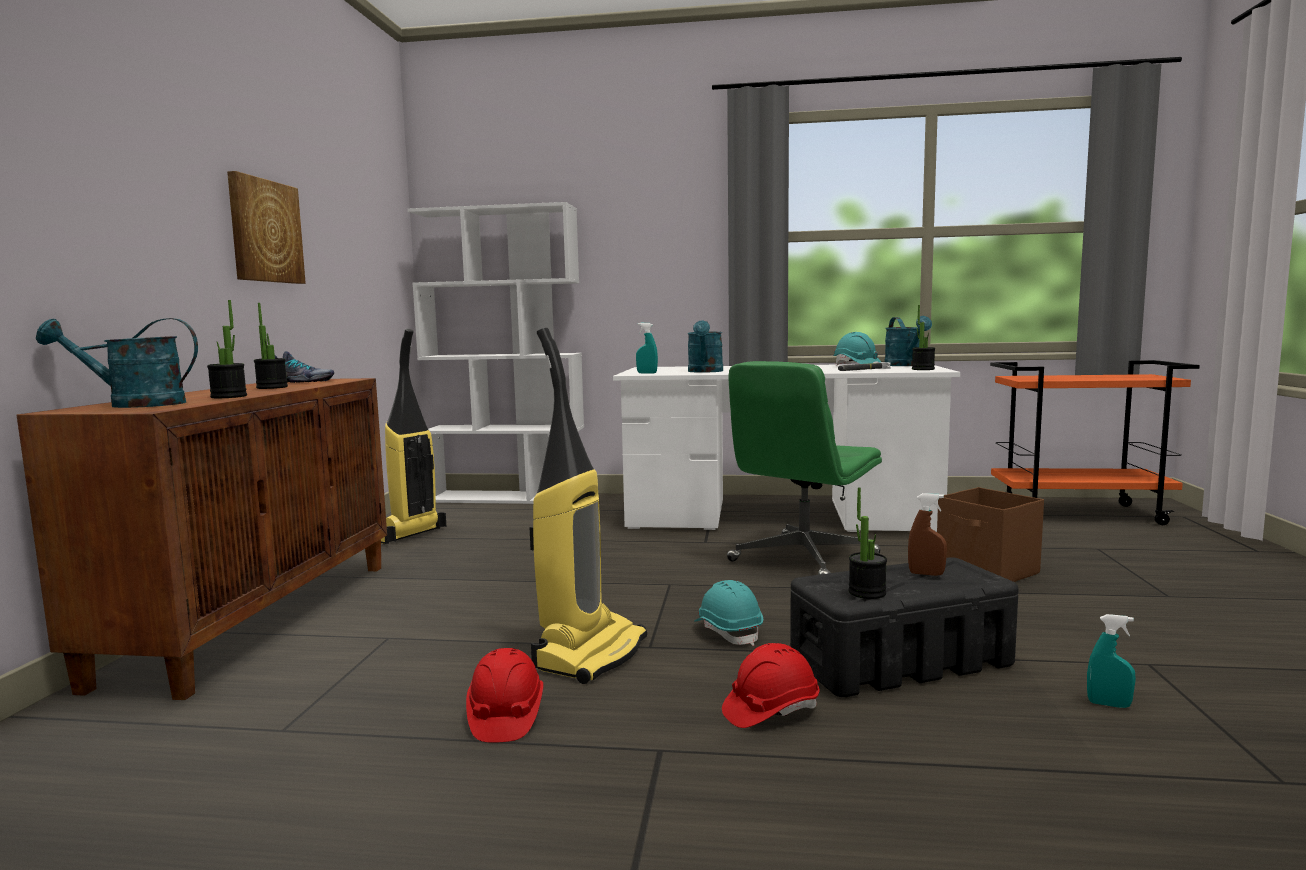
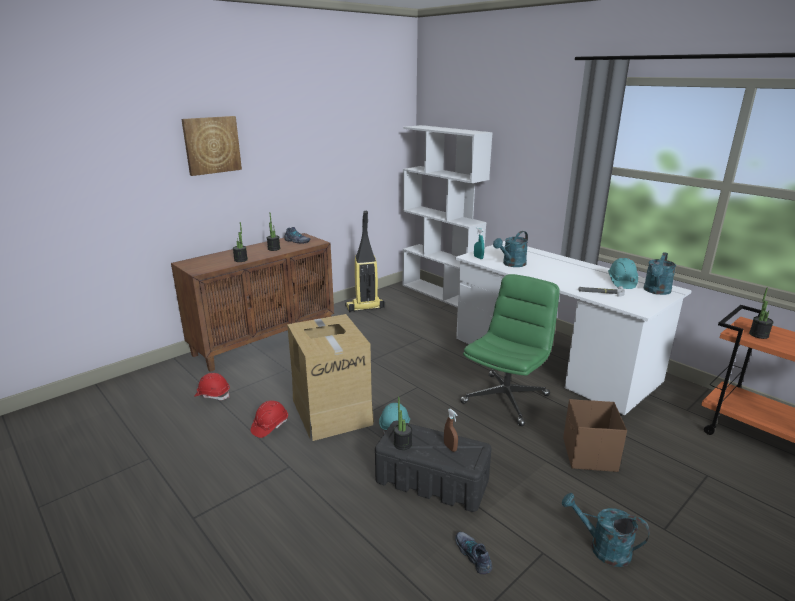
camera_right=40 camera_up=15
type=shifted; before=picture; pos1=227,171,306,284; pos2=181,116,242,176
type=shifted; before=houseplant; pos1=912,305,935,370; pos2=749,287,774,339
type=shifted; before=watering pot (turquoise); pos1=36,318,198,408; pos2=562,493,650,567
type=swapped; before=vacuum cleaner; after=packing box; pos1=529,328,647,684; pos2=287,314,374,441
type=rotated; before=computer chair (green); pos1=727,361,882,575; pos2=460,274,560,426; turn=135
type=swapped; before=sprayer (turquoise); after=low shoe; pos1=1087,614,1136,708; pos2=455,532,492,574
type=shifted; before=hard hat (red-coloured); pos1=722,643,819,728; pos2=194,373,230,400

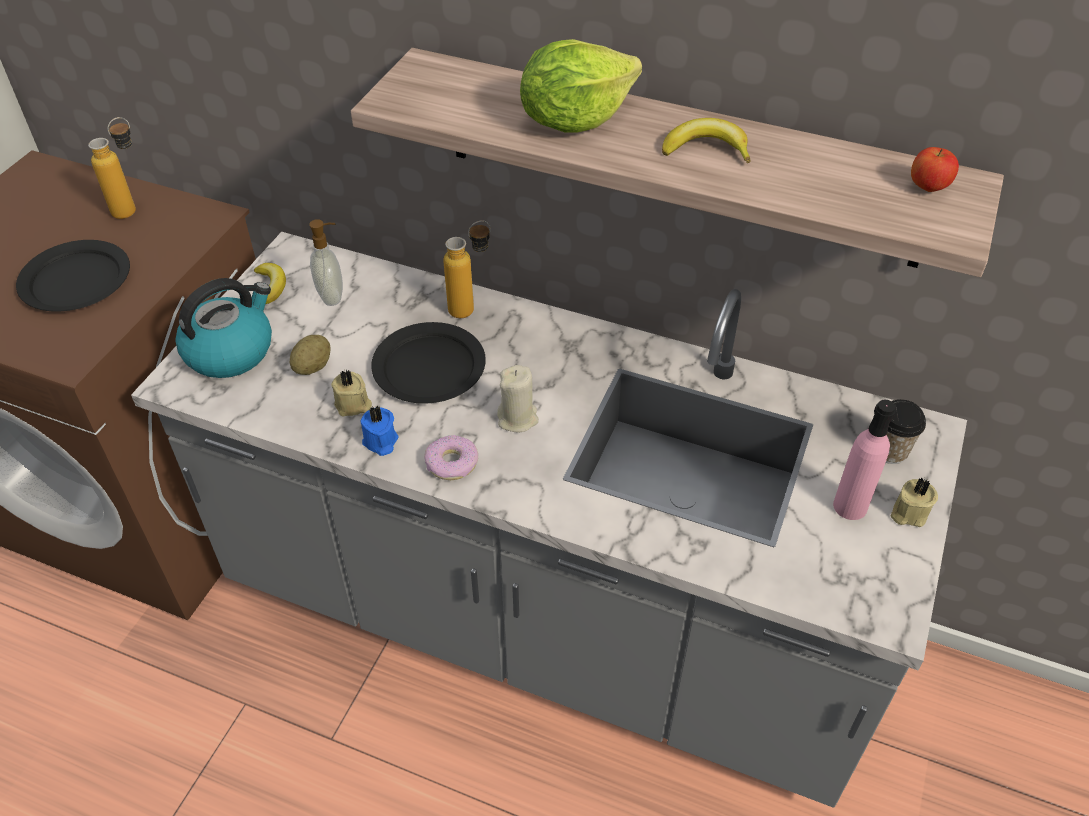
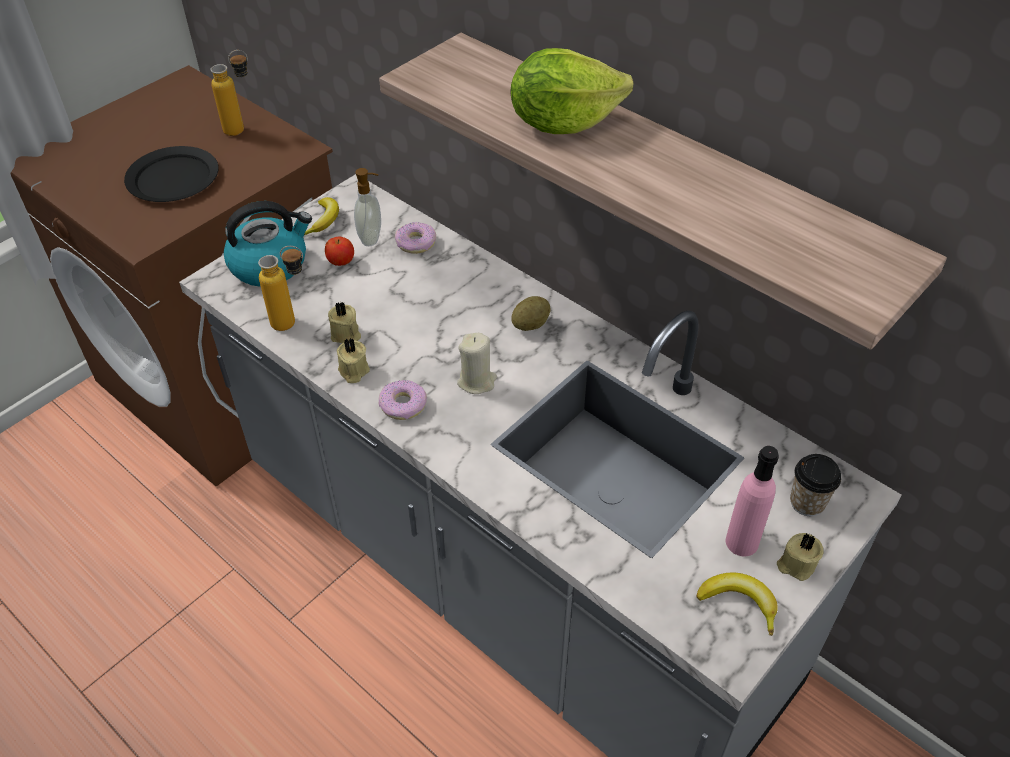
camera_right=20 camera_up=0
type=shifted; before=banana fruit; pos1=662,118,751,163; pos2=696,573,778,636
type=shifted; before=whole apple; pos1=911,147,959,192; pos2=325,236,354,266
type=shifted; before=beverage bottle; pos1=443,220,491,318; pos2=258,246,303,331
type=gone; before=plate (black-coloured); pos1=371,322,486,404
type=shifted; before=whole potato; pos1=290,335,331,375; pos2=511,296,550,331
type=repainted; before=wax candle (blue); after=wax candle (beige); pos1=360,406,399,456; pos2=337,338,370,383
type=new; after=ring doughnut; pos2=395,222,436,254

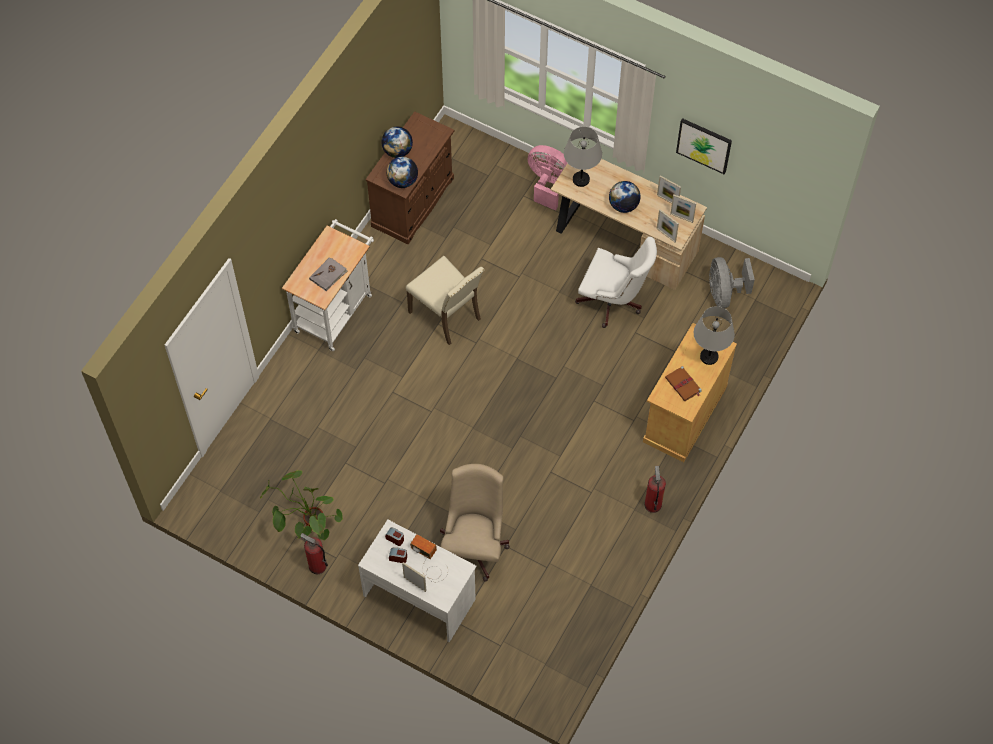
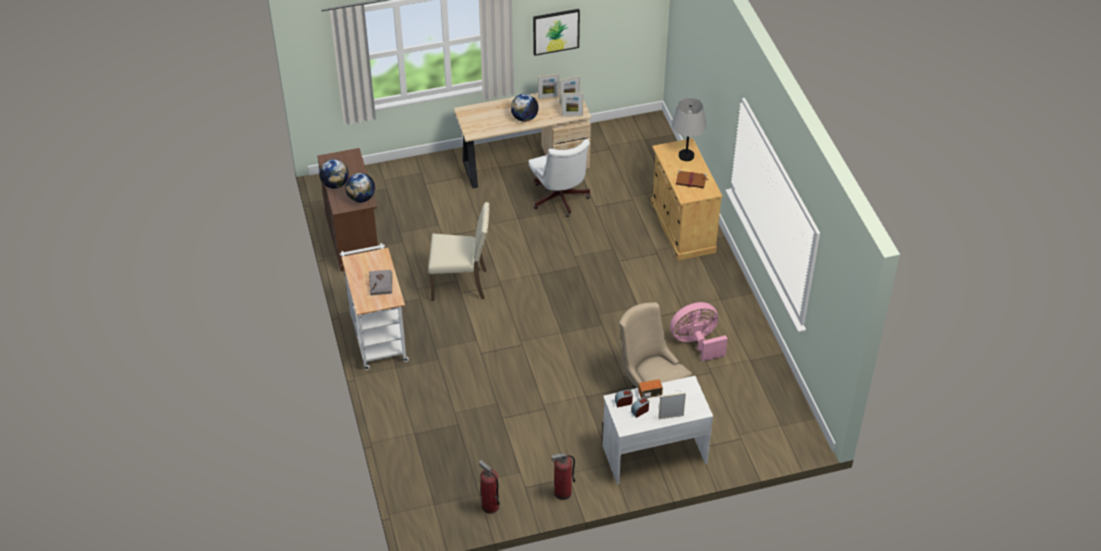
camera_right=-45 camera_up=-15
type=gone; before=lamp for a table (gray); pos1=564,127,602,187
type=shifted; before=electric fan (pink-coloured); pos1=528,145,567,211; pos2=670,302,728,362
type=rotated; before=computer chair (white-coloured); pos1=575,237,657,328; pos2=529,139,590,217; turn=90
type=gone; before=electric fan (gray); pos1=709,257,755,308
type=shifted; before=fire extinguisher; pos1=644,466,666,513; pos2=479,460,500,514
type=gone; before=houseplant; pos1=260,470,343,541

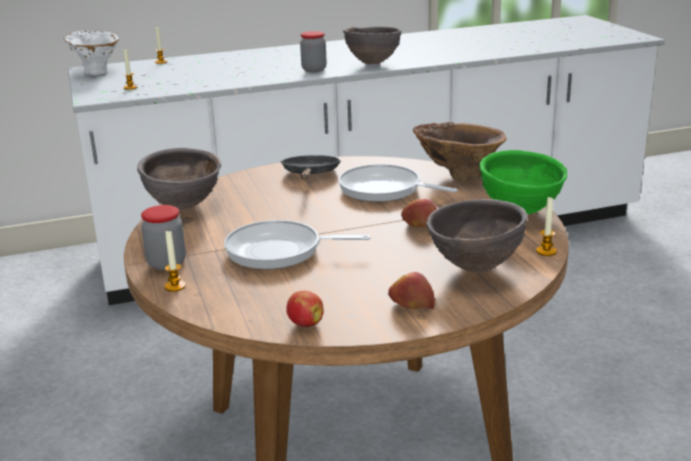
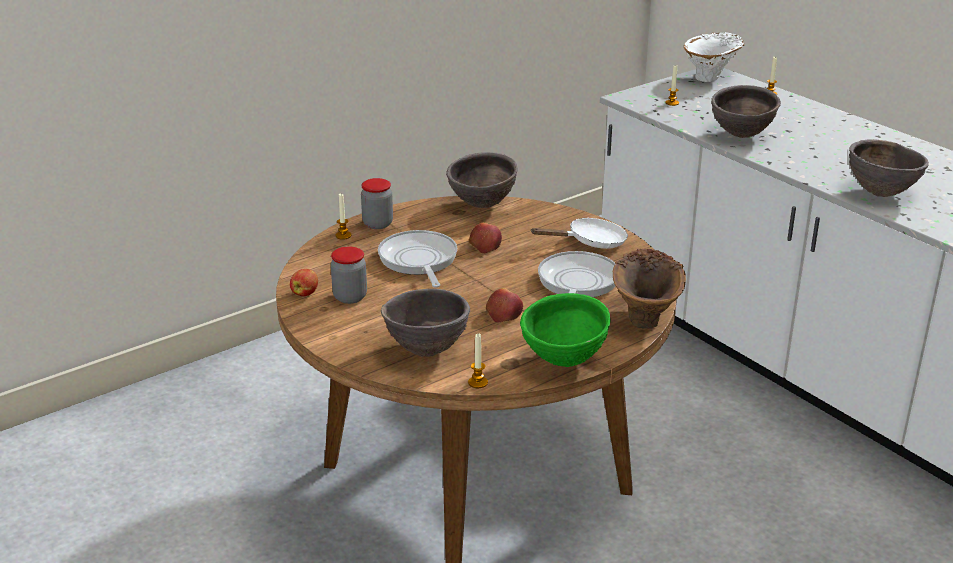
camera_right=70 camera_up=5
type=shifted; before=jar; pos1=300,31,327,72; pos2=331,247,367,304
type=repainted; before=skillet (black-coloured); after=skillet (white-coloured); pos1=281,155,341,180; pos2=530,217,628,249
type=shifted; before=whole apple; pos1=388,272,435,309; pos2=469,222,502,253
type=new; after=deep dish (brown-coloured); pos2=711,85,781,138

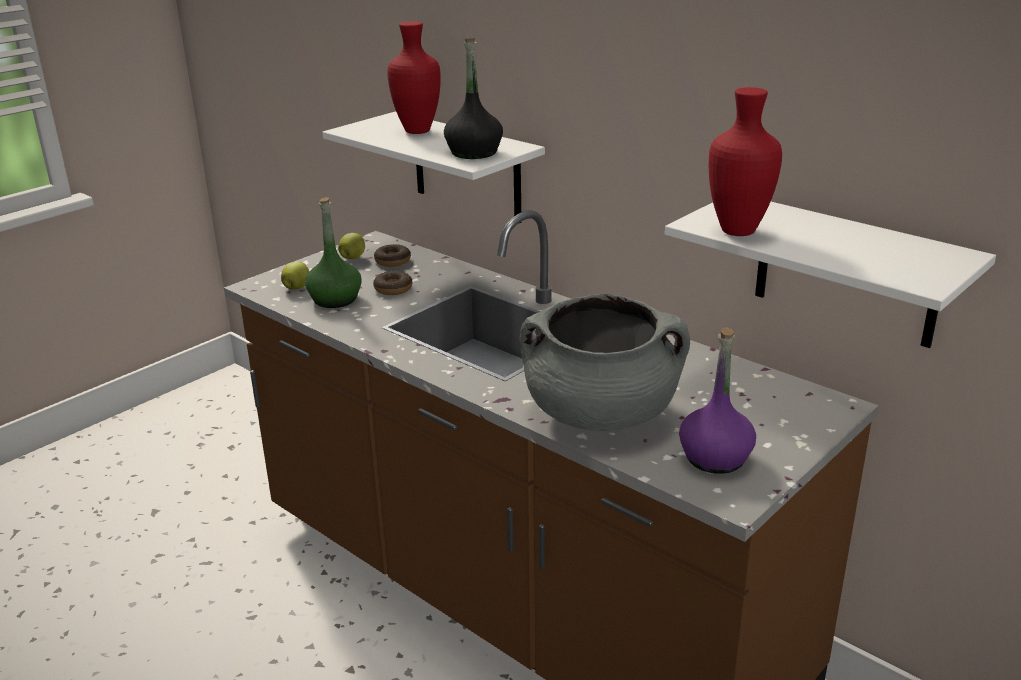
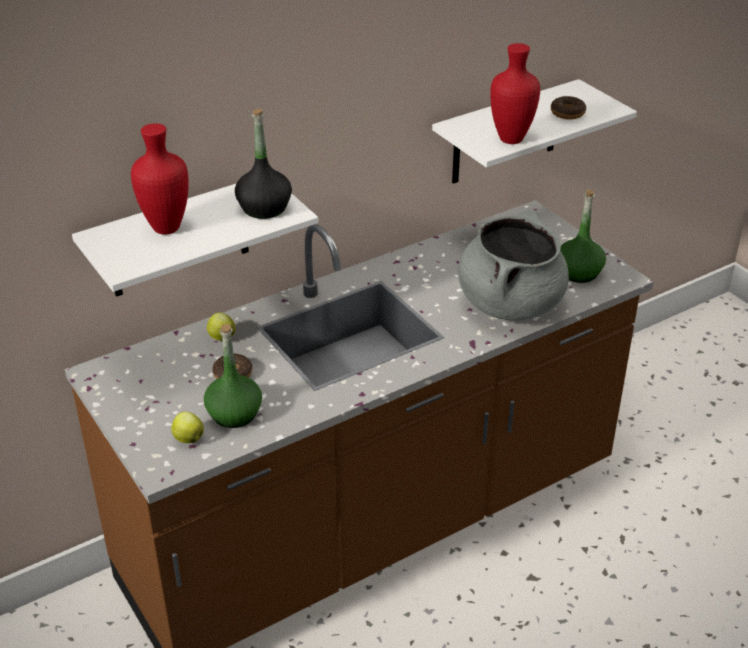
camera_right=-75 camera_up=10
type=shifted; before=whole apple; pos1=338,233,365,259; pos2=207,312,236,341
type=shifted; before=ring doughnut; pos1=374,244,411,267; pos2=551,96,586,120
type=repainted; before=beverage bottle (purple-coloured); after=beverage bottle (green); pos1=679,328,756,474; pos2=560,190,606,283

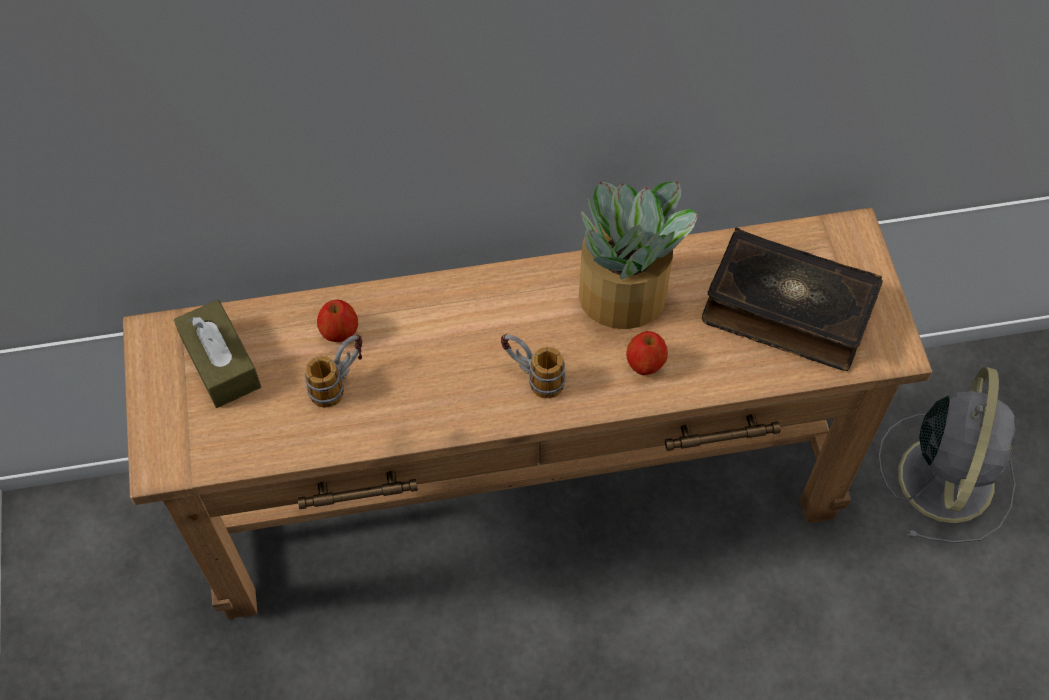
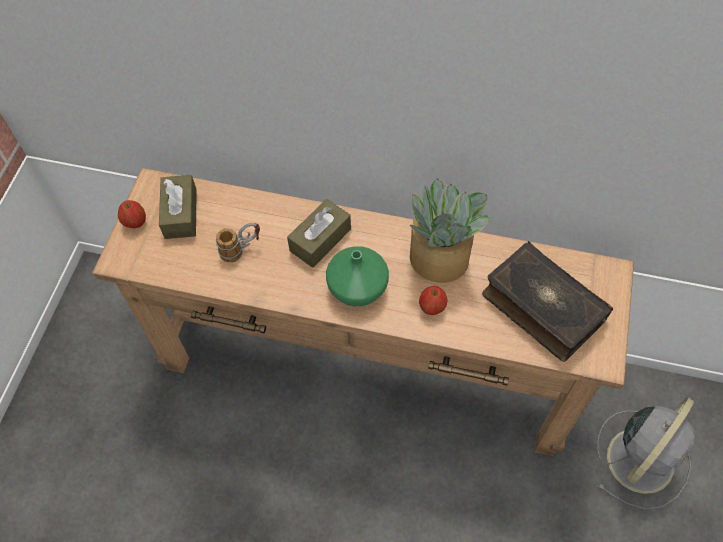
camera_right=25 camera_up=0
type=shifted; before=whole apple; pos1=317,299,358,342; pos2=118,200,146,228
type=swapped; before=tea mug; after=vase (green); pos1=501,334,566,398; pos2=326,246,389,306
type=new; after=tissue box (brown-coloured); pos2=287,199,351,268

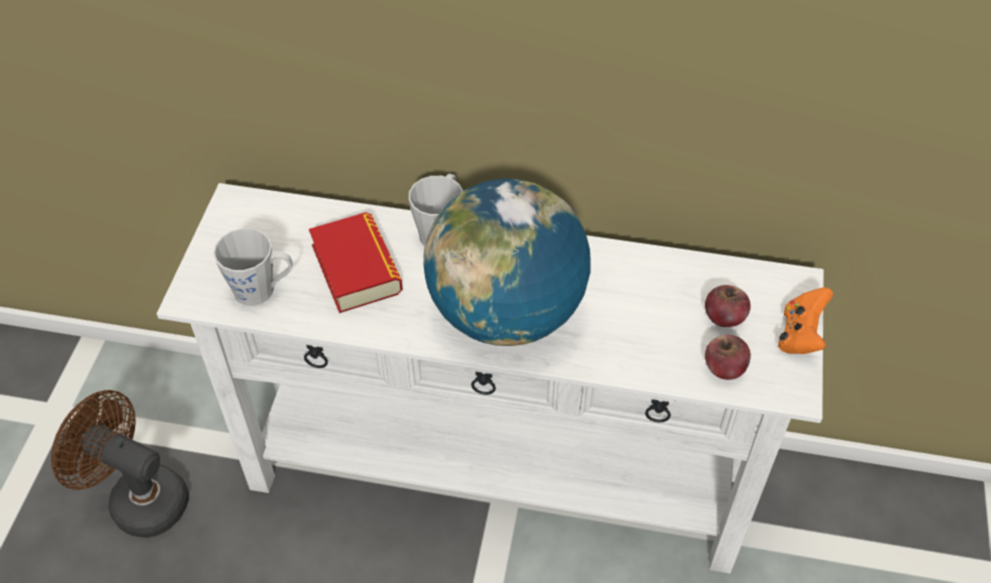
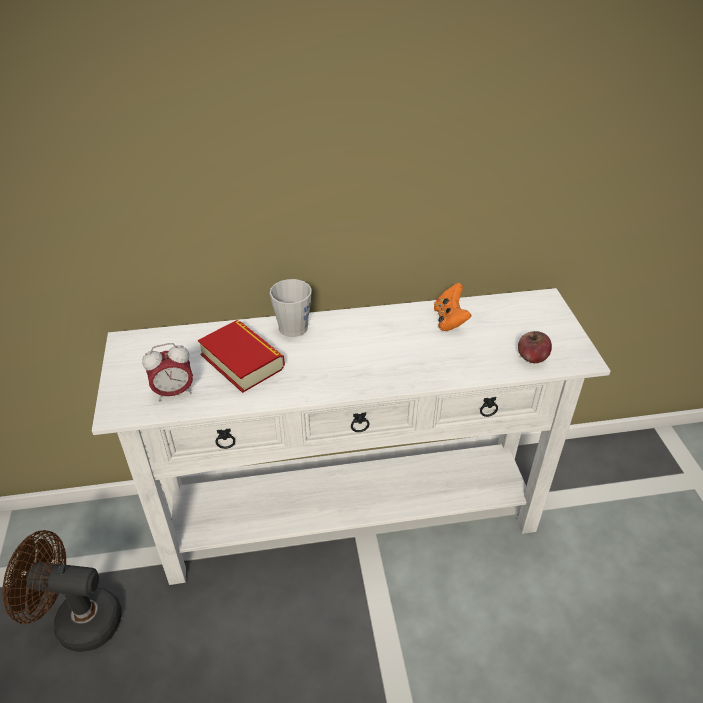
camera_right=-20 camera_up=-10
type=gone; before=globe; pos1=423,179,591,346
type=swapped; before=tea mug (gray); after=bedside clock; pos1=213,228,292,306; pos2=142,343,193,401
type=gone; before=whole apple; pos1=705,285,751,327
type=shifted; before=gamepad (orange); pos1=778,287,833,354; pos2=434,283,471,331

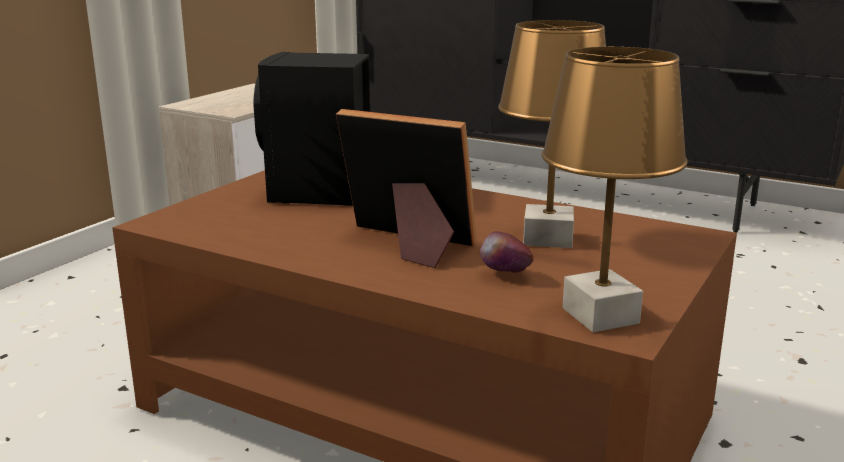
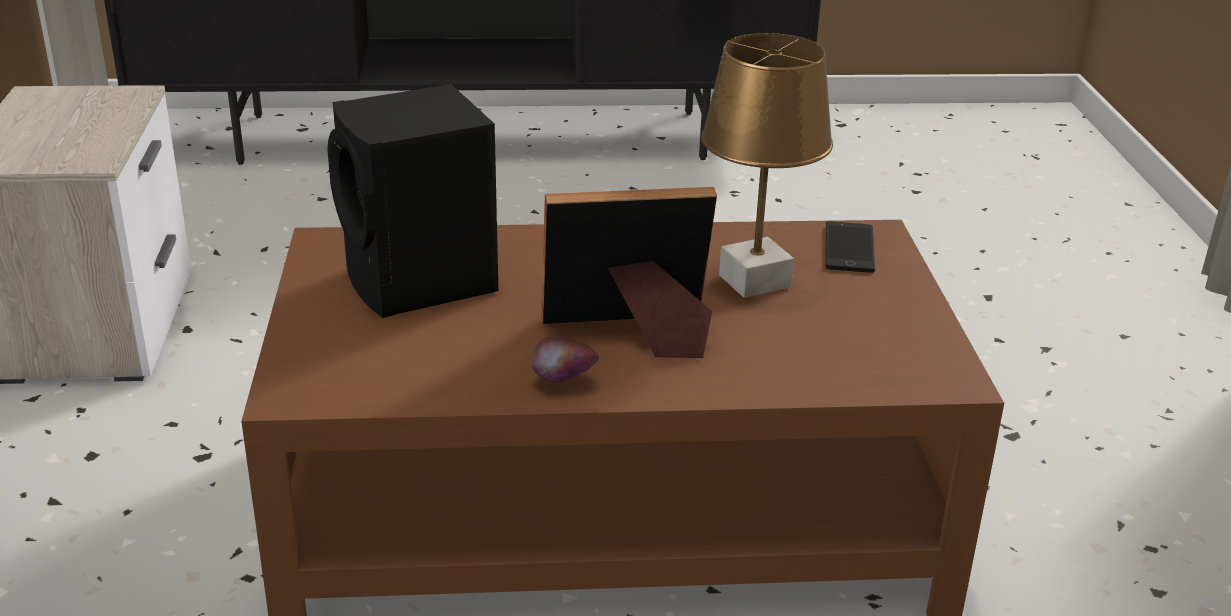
camera_right=-35 camera_up=10
type=gone; before=lamp for a table (brown-coloured); pos1=542,47,688,332
type=shifted; before=whole apple; pos1=479,231,534,272; pos2=531,337,599,382
type=new; after=handset; pos2=825,221,875,273

